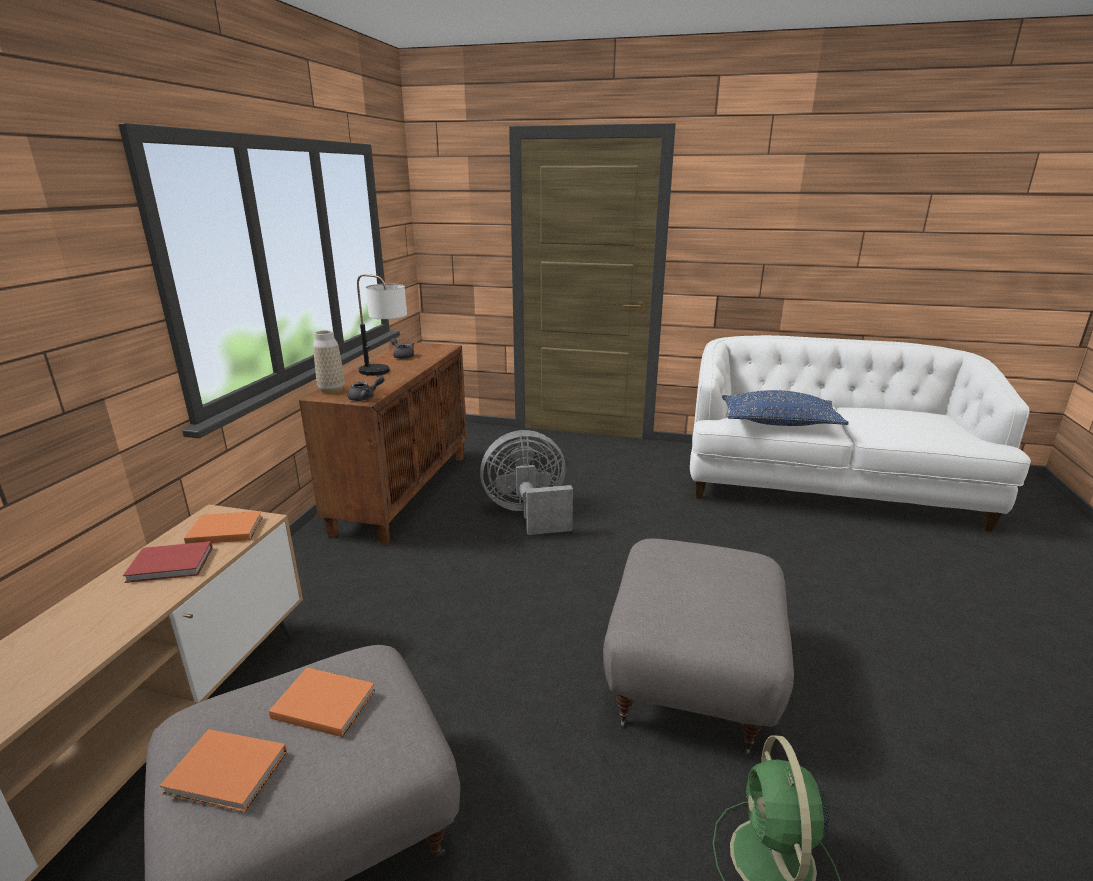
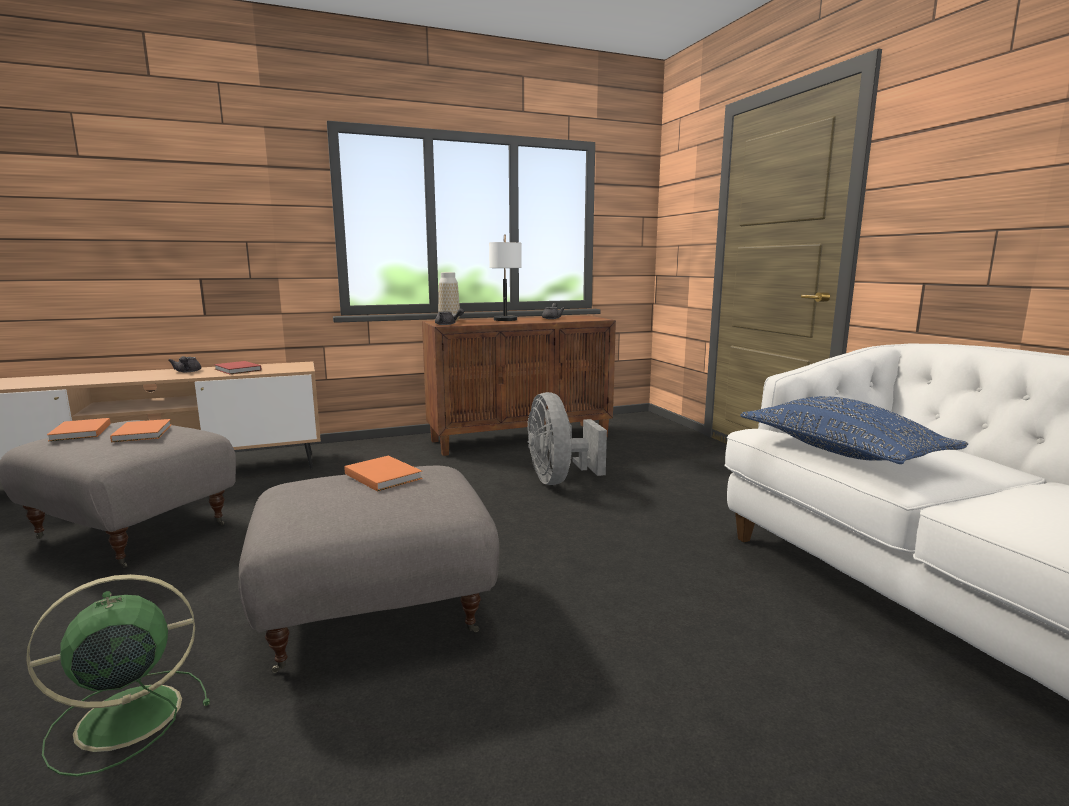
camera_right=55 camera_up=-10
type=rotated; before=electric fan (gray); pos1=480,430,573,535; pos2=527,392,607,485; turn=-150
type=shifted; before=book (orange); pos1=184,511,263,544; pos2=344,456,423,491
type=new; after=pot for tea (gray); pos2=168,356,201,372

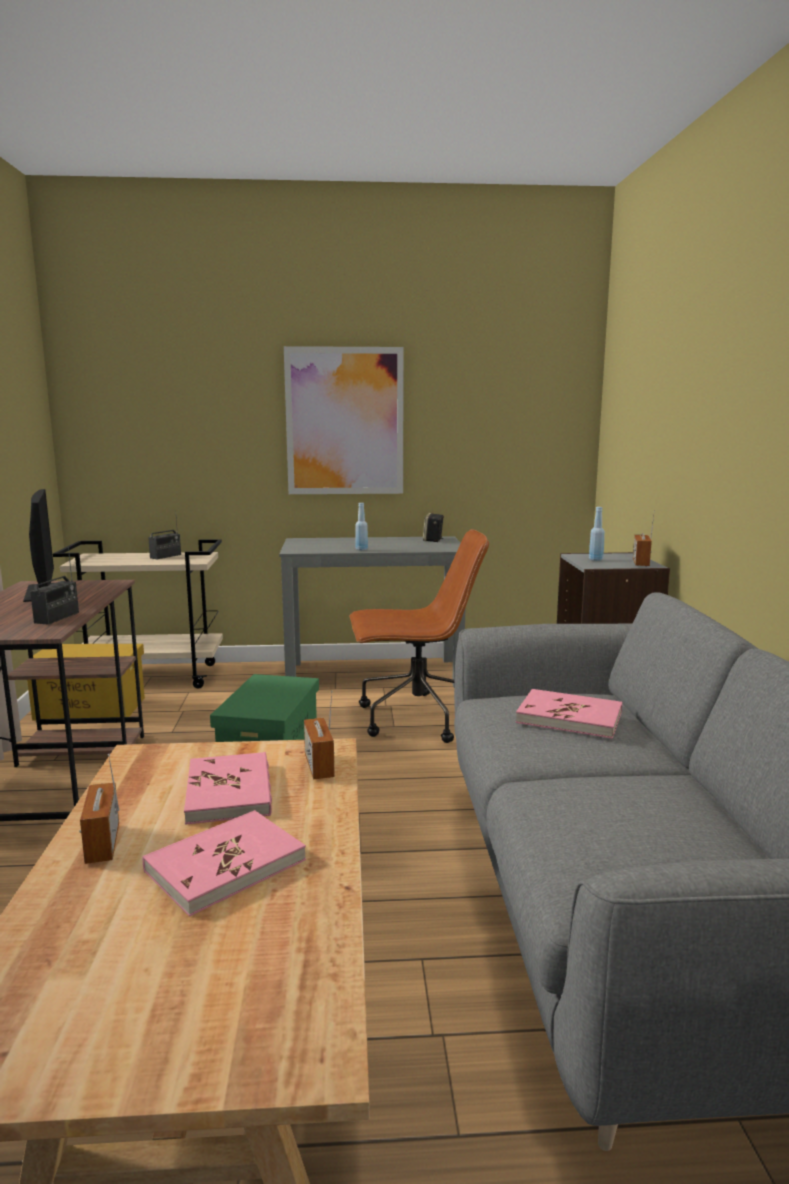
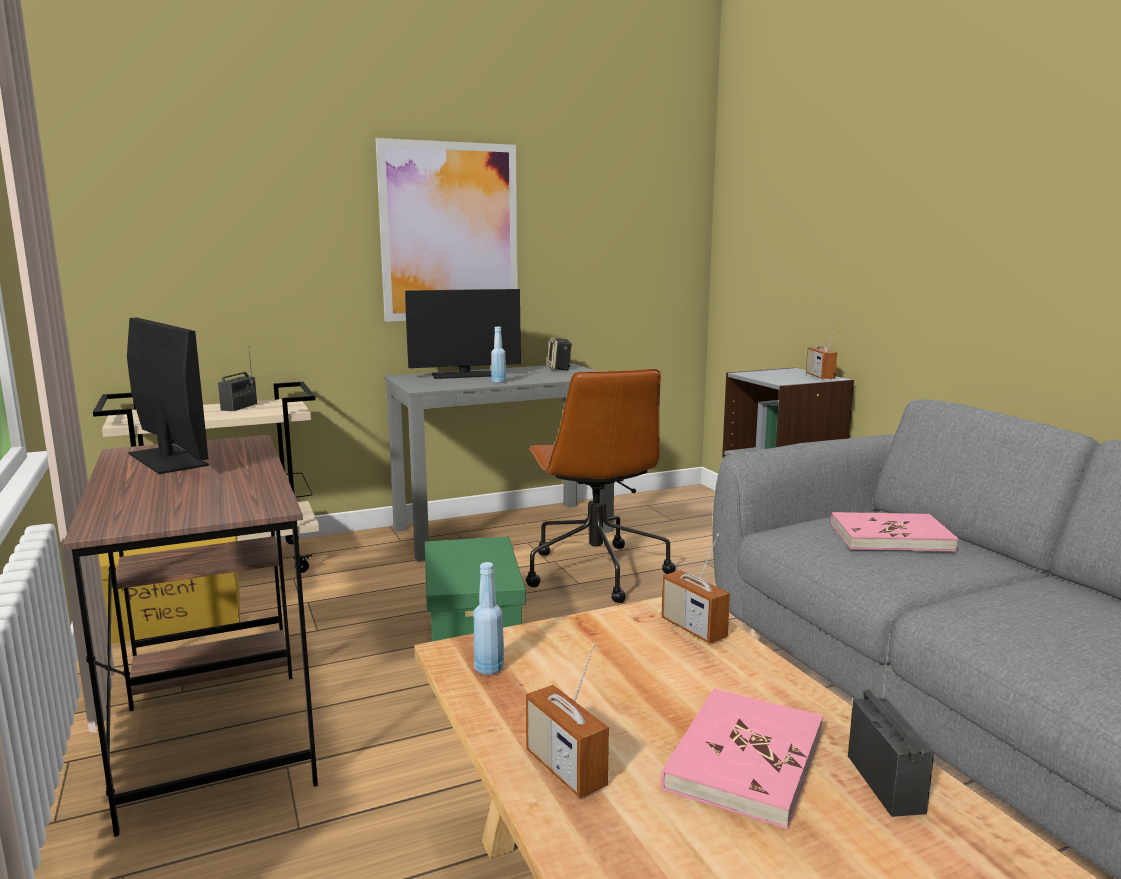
camera_right=-20 camera_up=0
type=shifted; before=beverage bottle (blue); pos1=589,507,605,561; pos2=473,562,504,675
type=rotated; before=computer chair (brown-coloured); pos1=350,529,489,743; pos2=526,369,676,603; turn=105
type=shifted; before=radio receiver; pos1=30,547,79,625; pos2=848,633,934,817
type=gone; before=book (pink-coloured); pos1=184,752,272,825
type=new; after=computer display; pos2=405,289,521,379

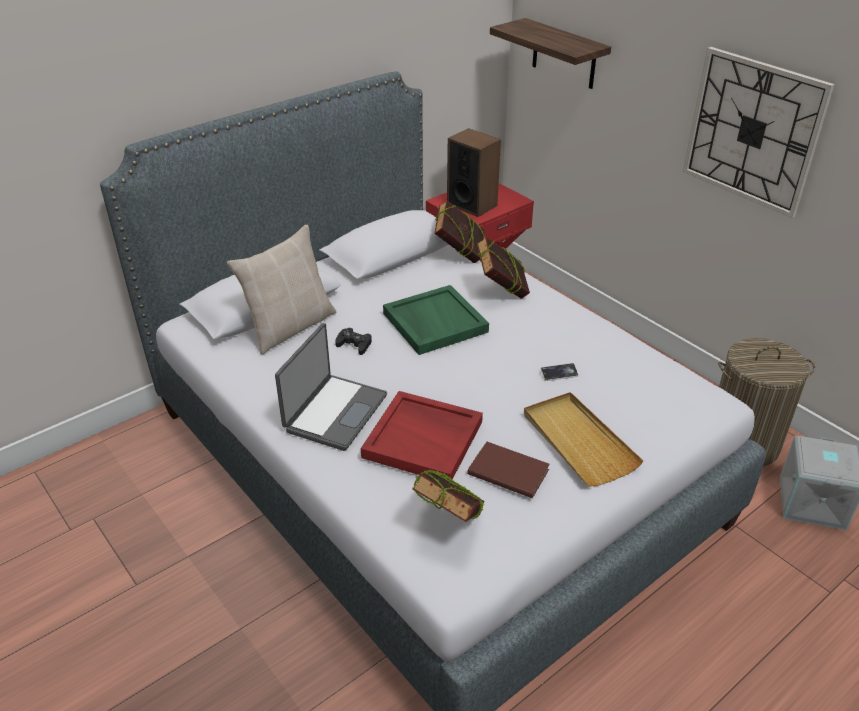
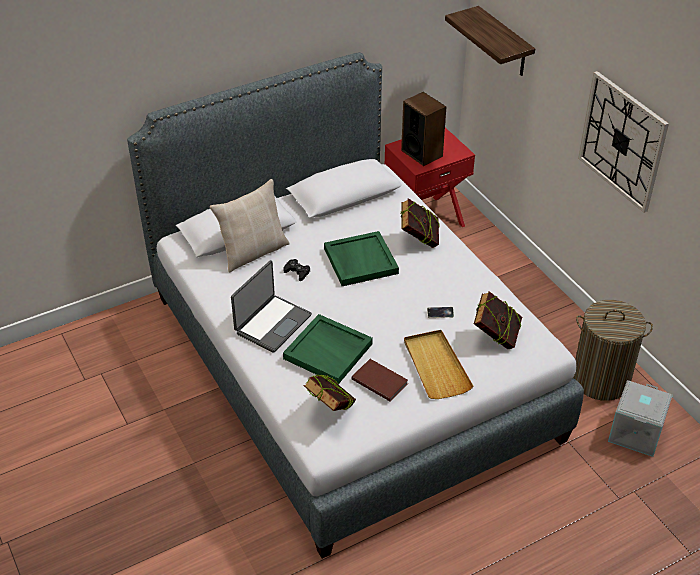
camera_right=10 camera_up=5
type=shifted; before=book; pos1=434,200,485,263; pos2=474,291,522,349
type=repainted; before=tray (red-coloured); after=tray (green); pos1=361,391,483,480; pos2=283,314,373,384

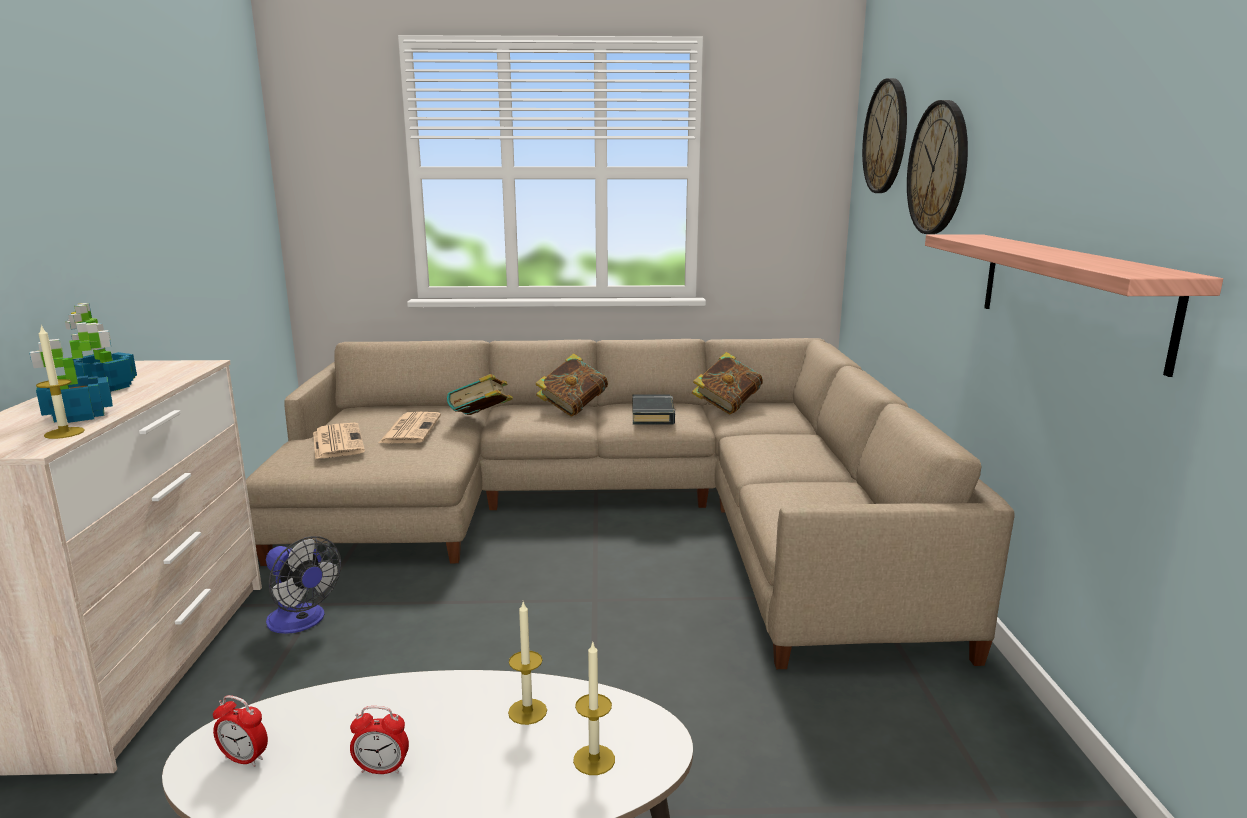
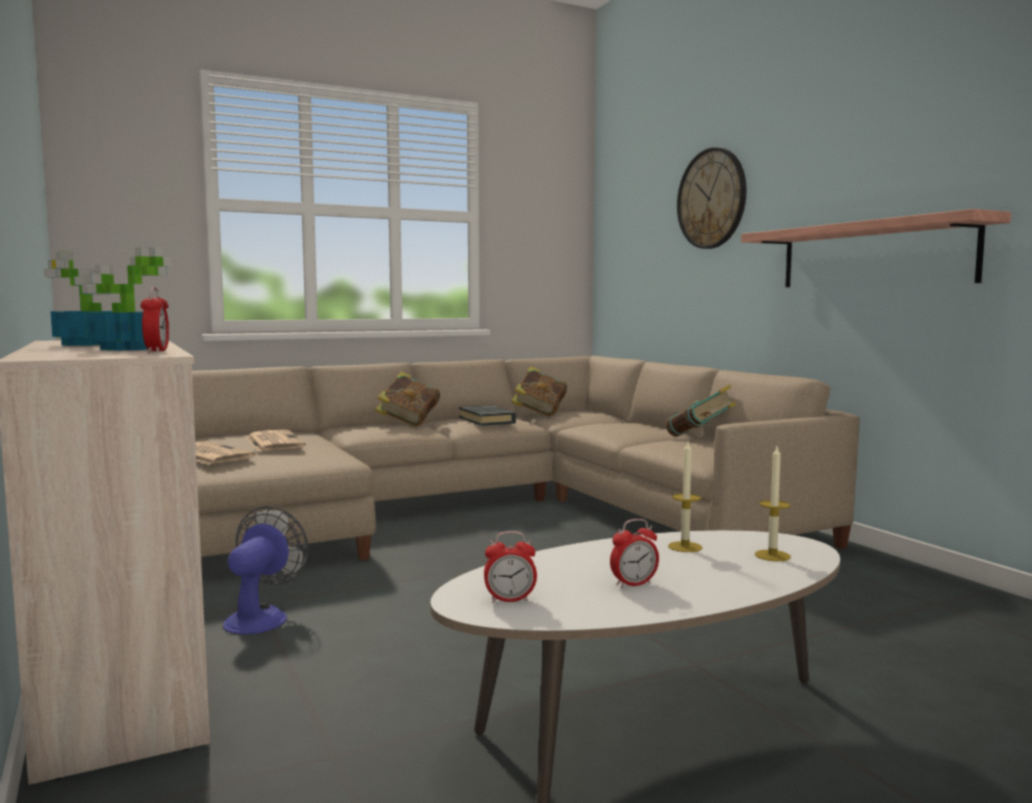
camera_right=-25 camera_up=-10
type=gone; before=hanging clock; pos1=862,78,907,193
type=swapped; before=wax candle; after=bedside clock; pos1=36,325,85,439; pos2=141,287,169,353
type=shifted; before=book; pos1=447,374,513,415; pos2=666,385,736,437
type=rotated; before=electric fan; pos1=266,536,341,634; pos2=223,506,309,634; turn=-90

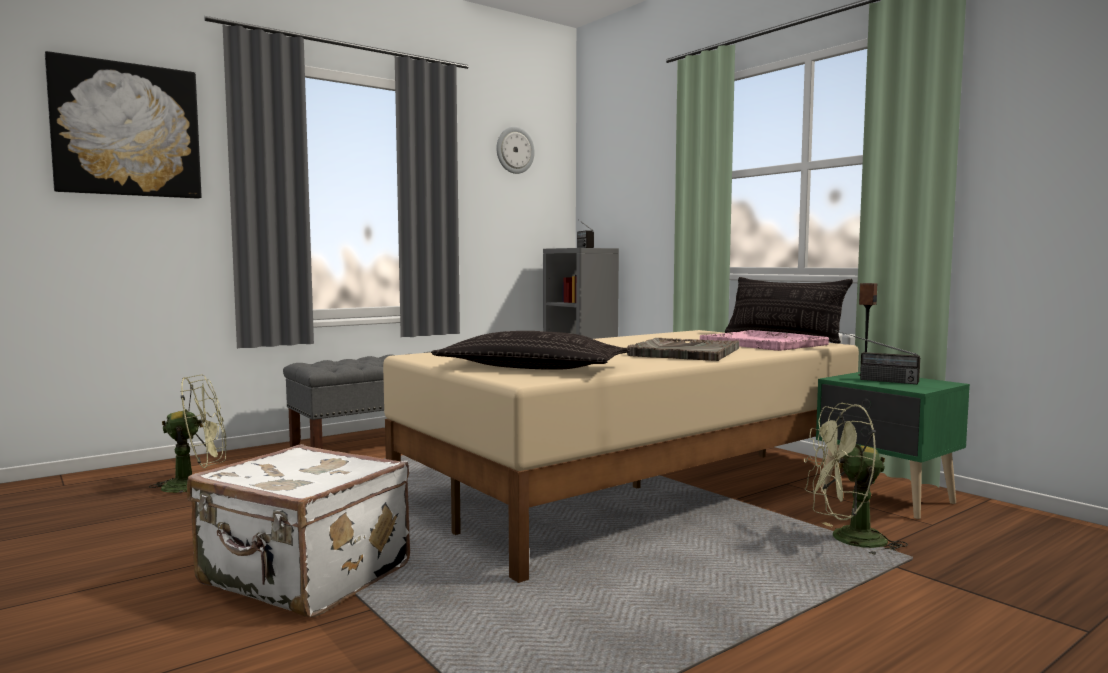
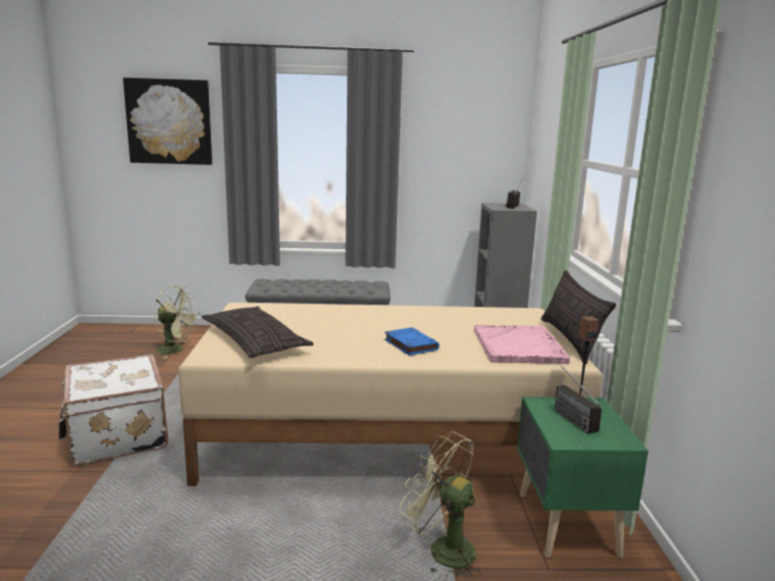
camera_right=35 camera_up=10
type=gone; before=hanging clock; pos1=496,127,535,174
type=swapped; before=tray (gray); after=book (blue); pos1=627,338,739,361; pos2=385,327,439,356

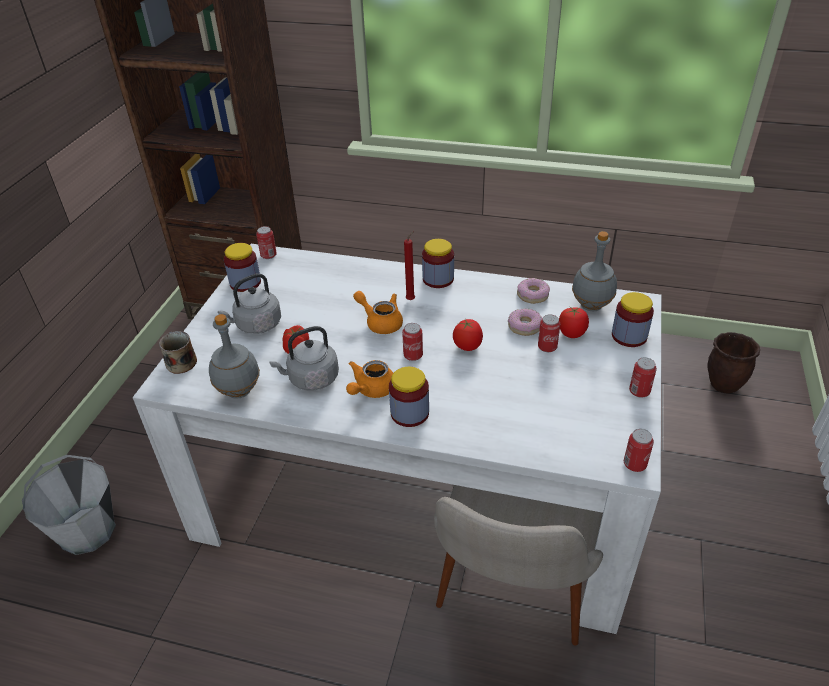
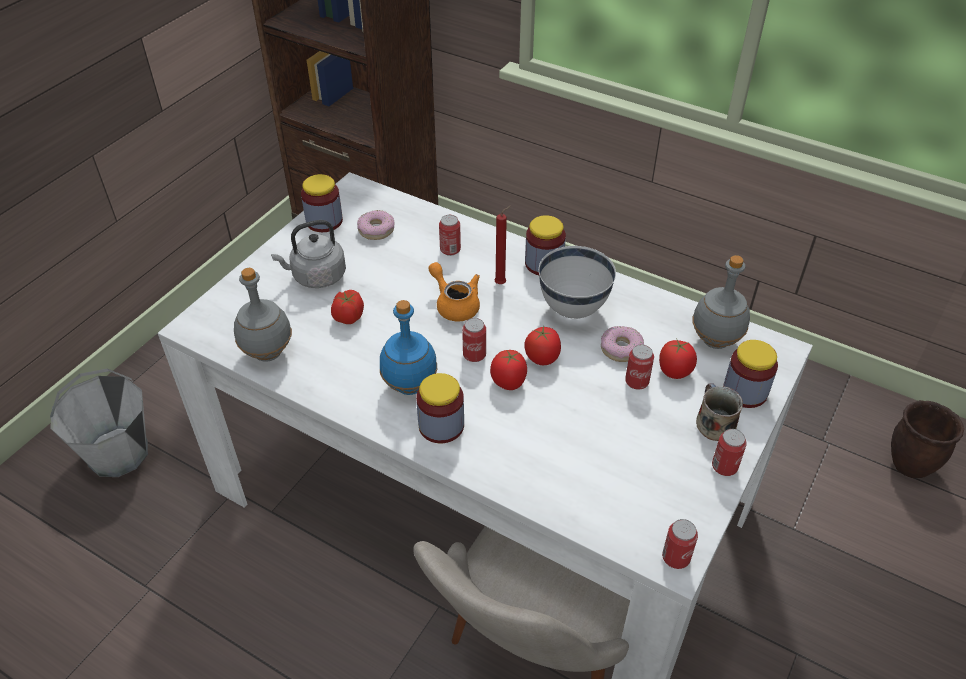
camera_right=15 camera_up=5
type=shifted; before=can; pos1=256,226,277,259; pos2=439,215,461,256
type=shifted; before=ring doughnut; pos1=517,278,550,304; pos2=357,210,394,240
type=gone; before=kettle (gray); pos1=270,326,339,390
type=shifted; before=tea mug; pos1=159,331,197,374; pos2=696,383,743,441
type=swapped; before=pot for tea (orange); after=beverage bottle (blue); pos1=346,360,393,398; pos2=380,300,437,395
type=new; after=deep dish (white-coloured); pos2=539,246,616,319
type=new; after=tomato; pos2=490,350,527,390

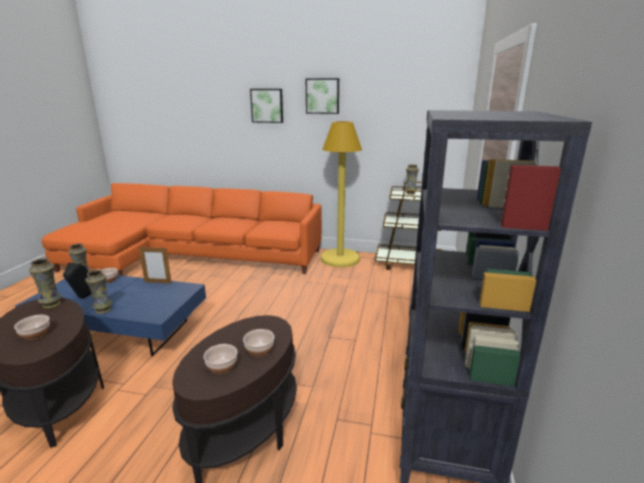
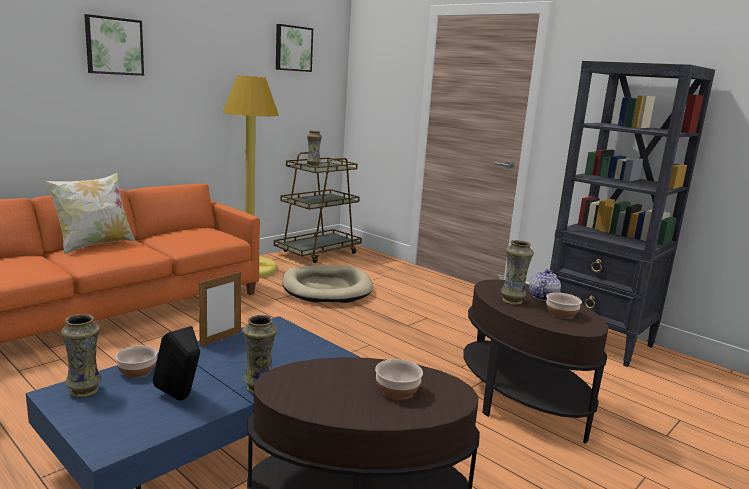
camera_right=-60 camera_up=-5
type=shifted; before=picture; pos1=306,78,339,114; pos2=276,24,313,72
type=shifted; before=vase; pos1=29,258,61,309; pos2=501,240,534,305
type=swapped; before=deep dish; after=pot for tea; pos1=243,329,275,357; pos2=529,269,561,301
type=new; after=cushion; pos2=45,172,135,255
type=new; after=dog cushion (beige); pos2=282,265,373,303

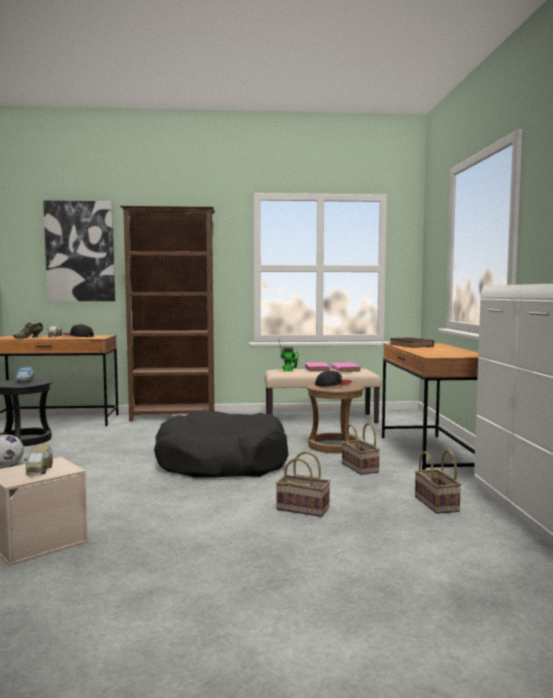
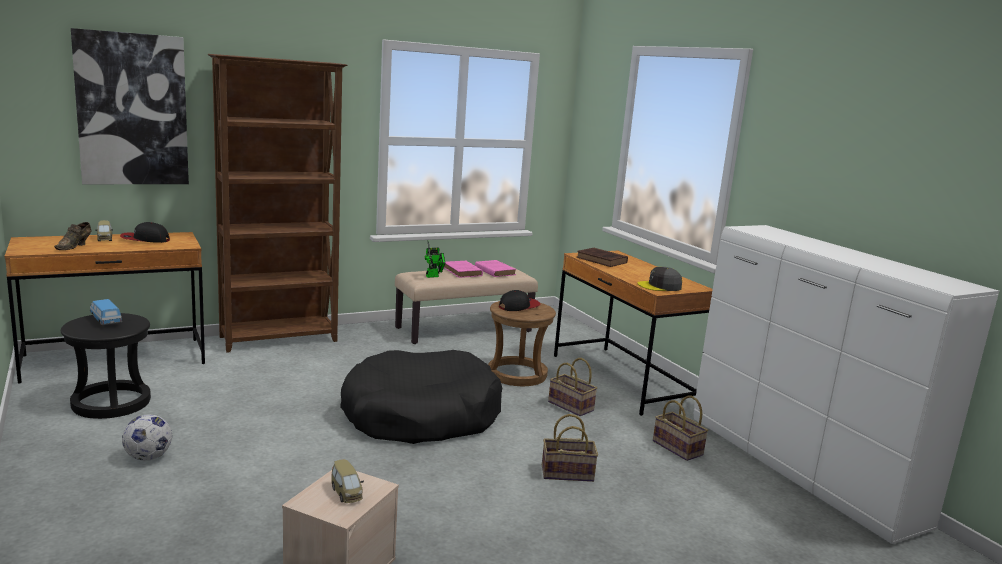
camera_right=-25 camera_up=10
type=new; after=baseball cap (gray); pos2=637,267,682,291

